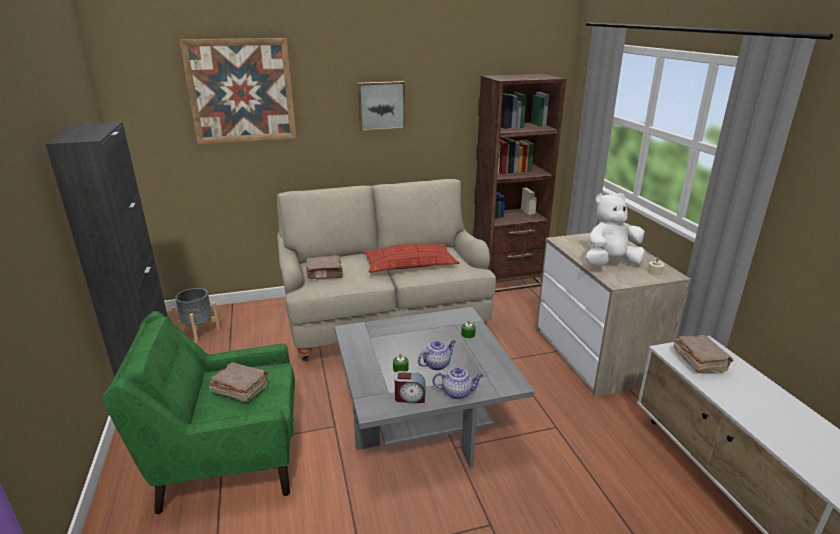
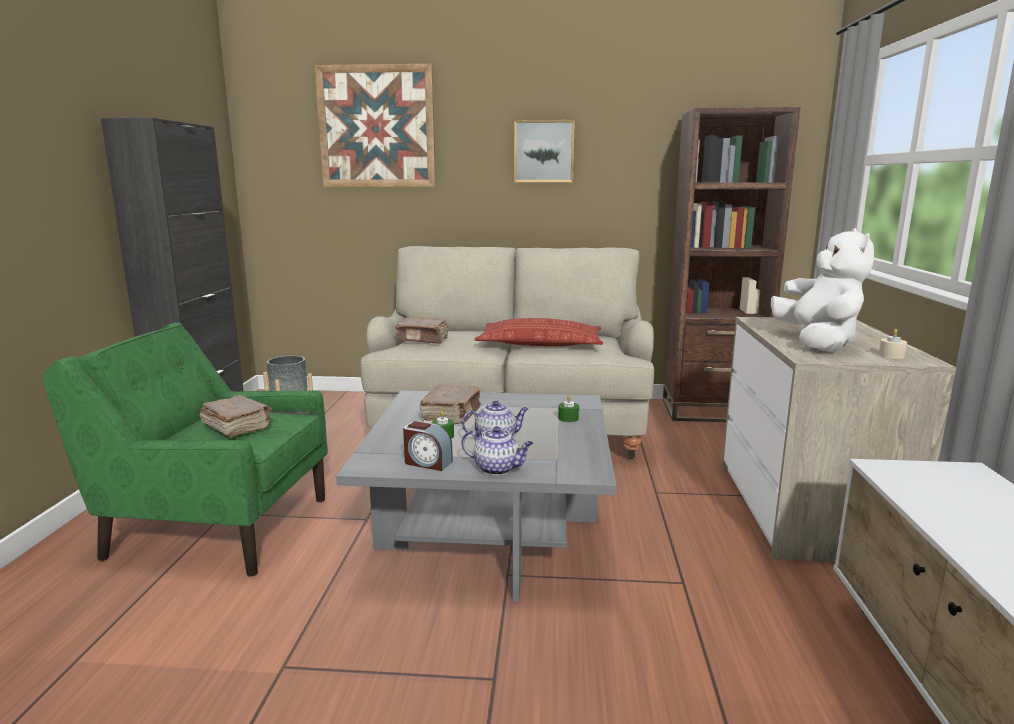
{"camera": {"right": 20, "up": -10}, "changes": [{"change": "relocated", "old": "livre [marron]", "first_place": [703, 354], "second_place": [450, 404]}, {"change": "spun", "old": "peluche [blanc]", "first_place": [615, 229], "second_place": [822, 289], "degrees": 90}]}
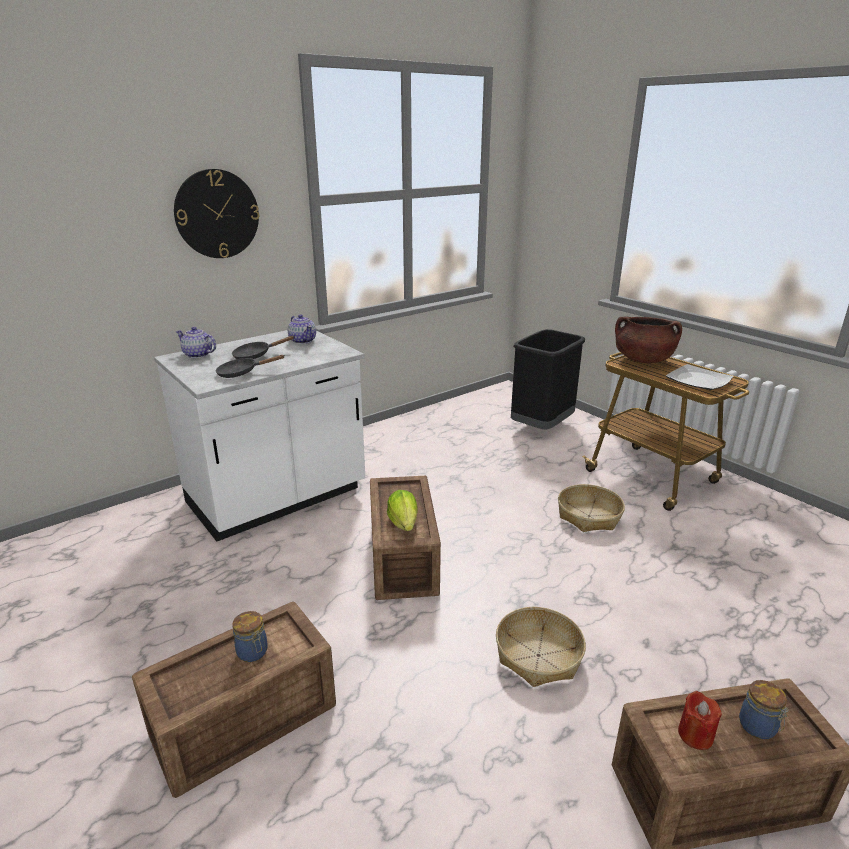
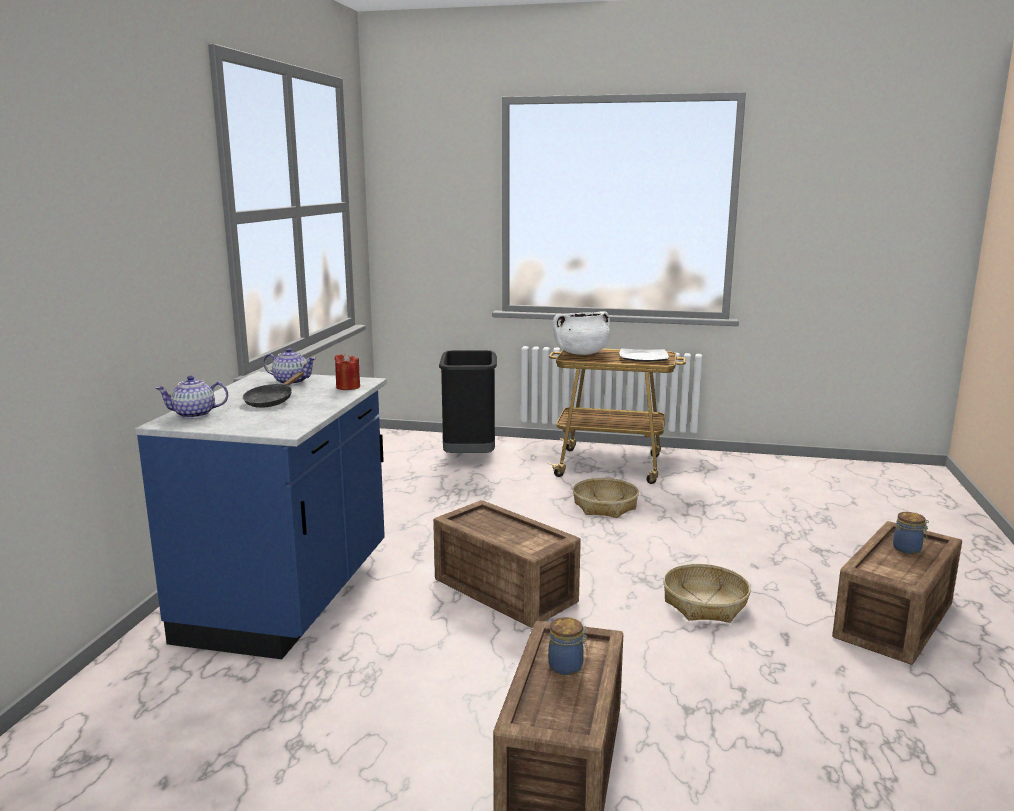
{"camera": {"right": -40, "up": -10}, "changes": [{"change": "missing", "old": "horloge murale", "first_place": [216, 213]}, {"change": "missing", "old": "poêle [noir]", "first_place": [249, 366]}, {"change": "missing", "old": "laitue", "first_place": [402, 510]}, {"change": "relocated", "old": "bougie [rouge]", "first_place": [700, 720], "second_place": [347, 371]}, {"change": "colour", "old": "comptoir de cuisine [blanc]", "new": "comptoir de cuisine [bleu]", "first_place": [259, 436], "second_place": [261, 515]}, {"change": "colour", "old": "marmite [marron]", "new": "marmite [blanc]", "first_place": [648, 340], "second_place": [581, 333]}]}
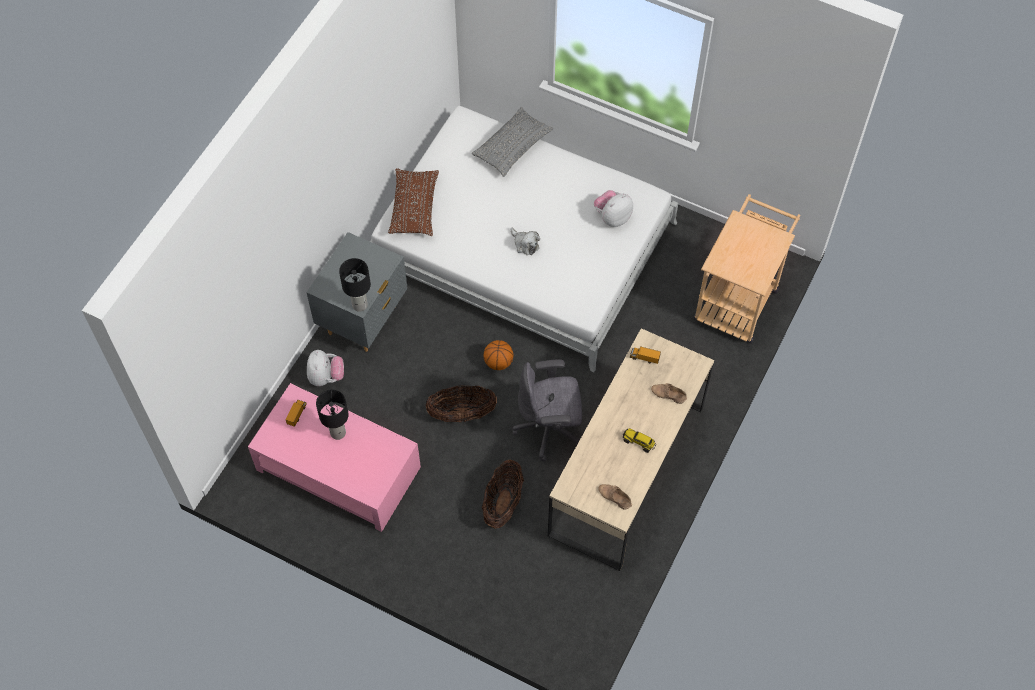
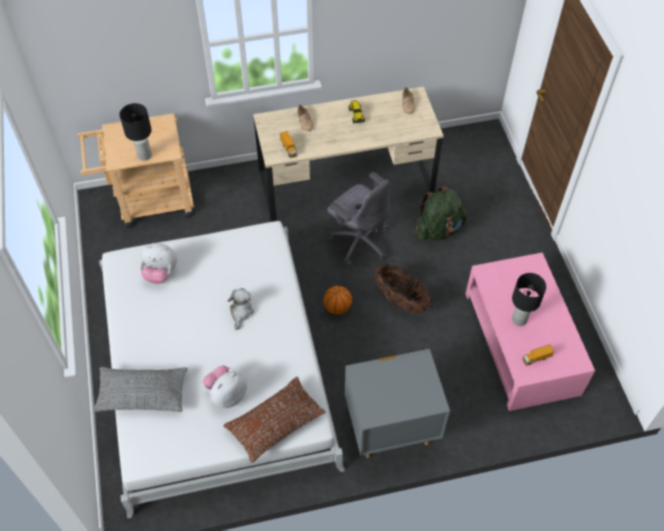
{"camera": {"right": -130, "up": -5}, "changes": [{"change": "relocated", "old": "peluche", "first_place": [325, 368], "second_place": [225, 386]}, {"change": "relocated", "old": "lampe de table [noir]", "first_place": [355, 285], "second_place": [136, 132]}, {"change": "exchanged", "old": "panier", "new": "sac à dos [vert]", "first_place": [503, 494], "second_place": [440, 213]}]}
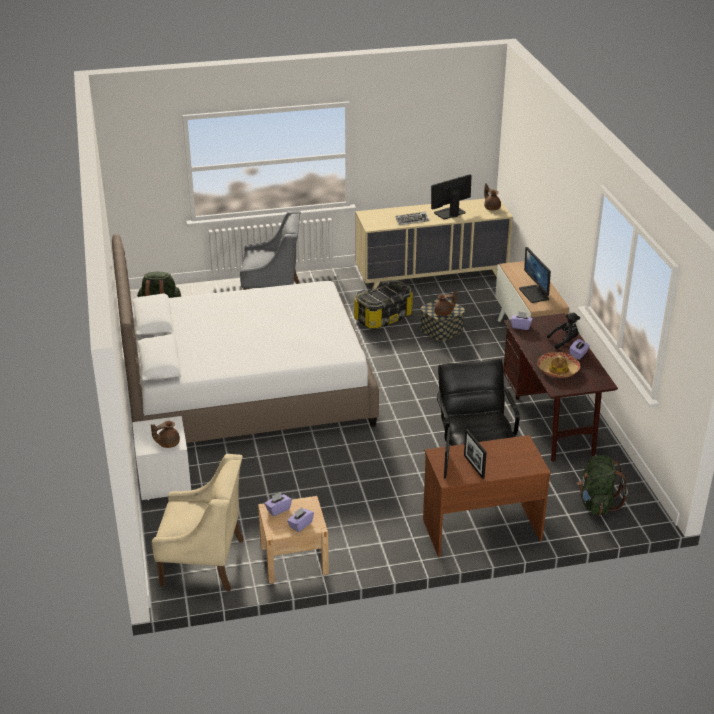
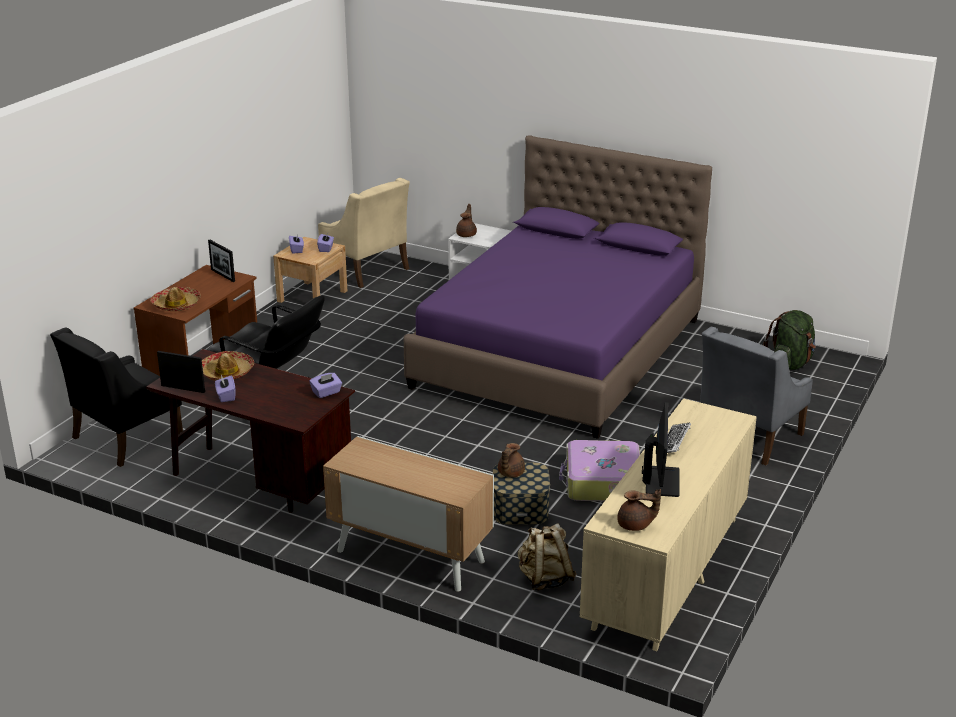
{"camera": {"right": 130, "up": -5}, "changes": [{"change": "missing", "old": "écran d'ordinateur", "first_place": [535, 275]}, {"change": "missing", "old": "peluche [noir]", "first_place": [563, 331]}, {"change": "appeared", "new": "chapeau", "second_place": [175, 299]}, {"change": "appeared", "new": "sac à dos [beige]", "second_place": [547, 557]}, {"change": "relocated", "old": "cadre photo", "first_place": [475, 454], "second_place": [181, 372]}, {"change": "exchanged", "old": "boîte de rangement", "new": "valise", "first_place": [383, 304], "second_place": [599, 470]}, {"change": "exchanged", "old": "sac à dos [vert]", "new": "fauteuil [noir]", "first_place": [602, 485], "second_place": [116, 397]}, {"change": "colour", "old": "lit [blanc]", "new": "lit [violet]", "first_place": [245, 338], "second_place": [558, 287]}, {"change": "spun", "old": "fauteuil [beige]", "first_place": [198, 522], "second_place": [364, 233], "degrees": -90}]}
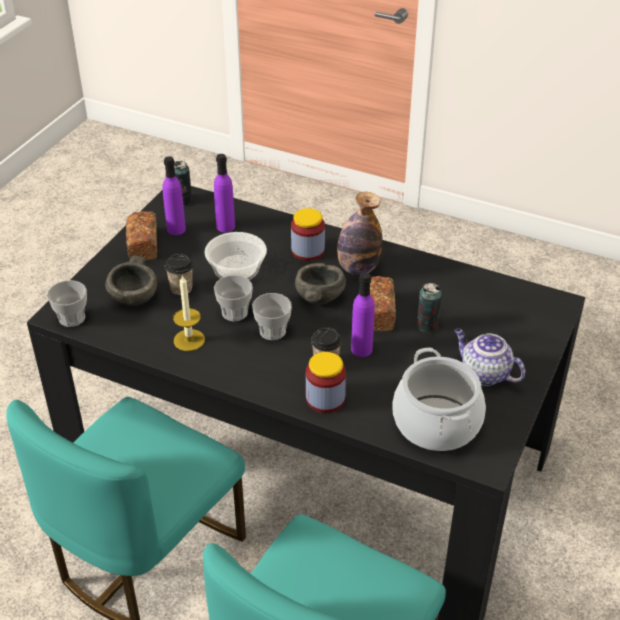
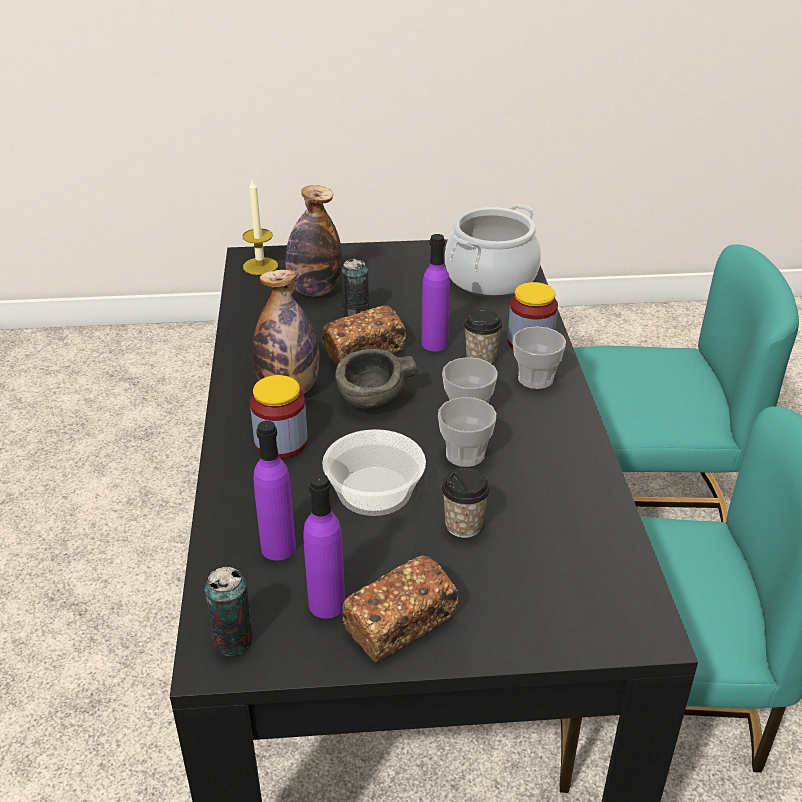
{"camera": {"right": -120, "up": -5}, "changes": [{"change": "missing", "old": "bol [gris]", "first_place": [131, 281]}, {"change": "missing", "old": "théière", "first_place": [489, 357]}, {"change": "appeared", "new": "bouteille", "second_place": [313, 240]}, {"change": "relocated", "old": "tasse", "first_place": [67, 303], "second_place": [539, 358]}, {"change": "relocated", "old": "bougie", "first_place": [189, 312], "second_place": [260, 226]}]}
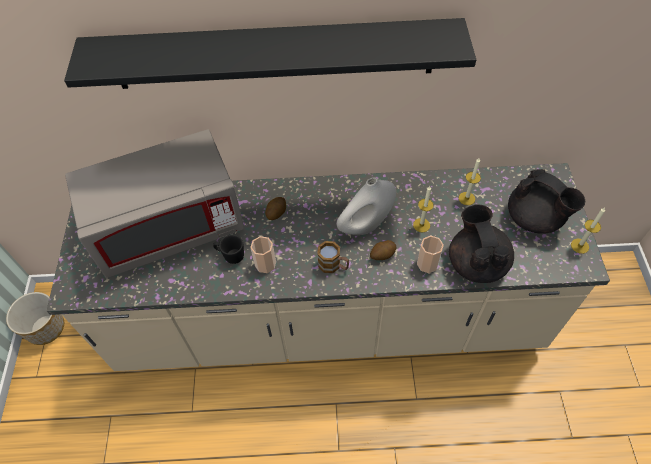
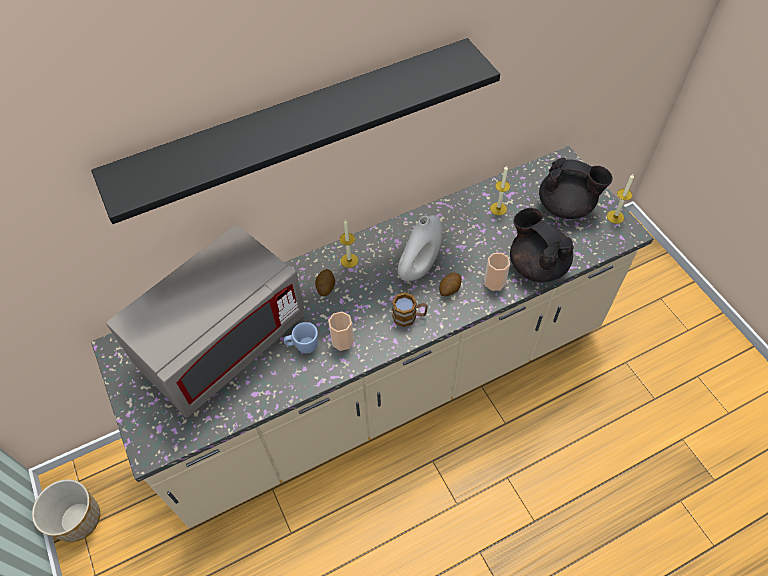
{"camera": {"right": -25, "up": 0}, "changes": [{"change": "relocated", "old": "bougie", "first_place": [423, 209], "second_place": [349, 243]}, {"change": "colour", "old": "mug [noir]", "new": "mug [bleu]", "first_place": [228, 249], "second_place": [301, 338]}]}
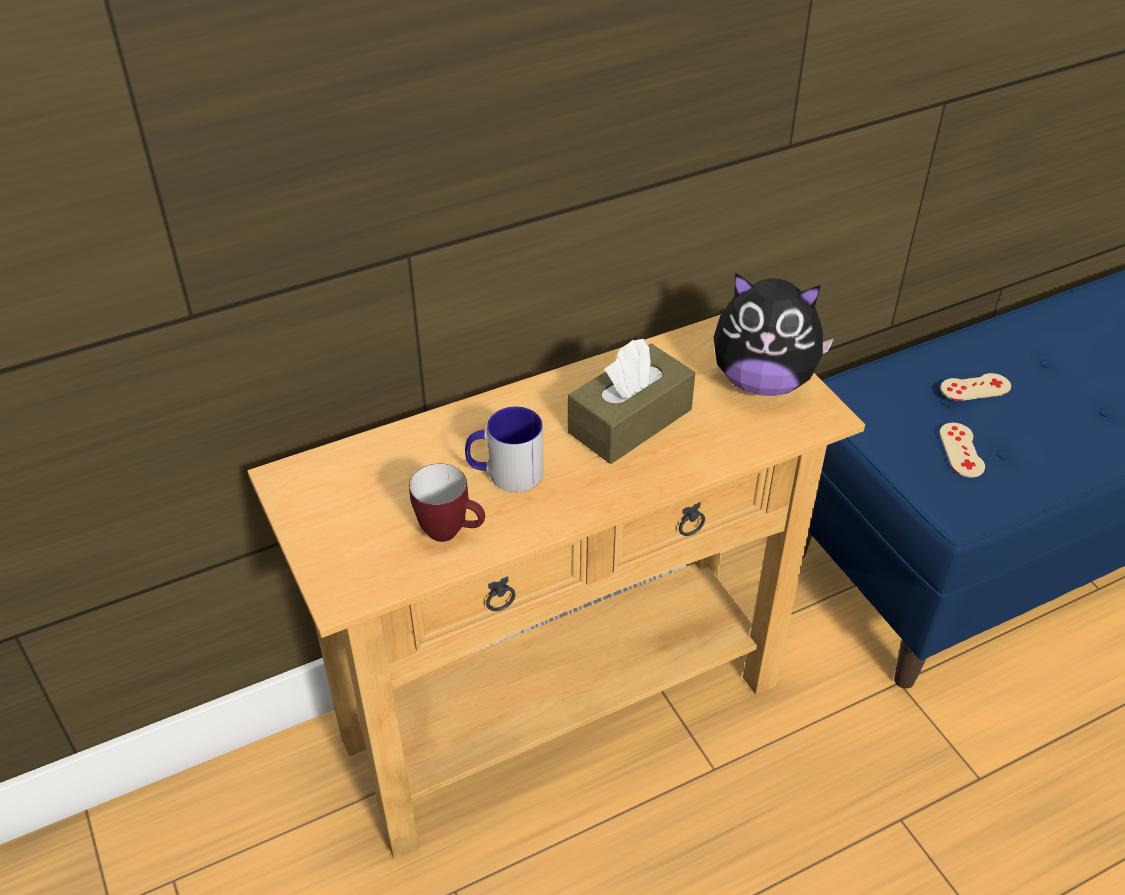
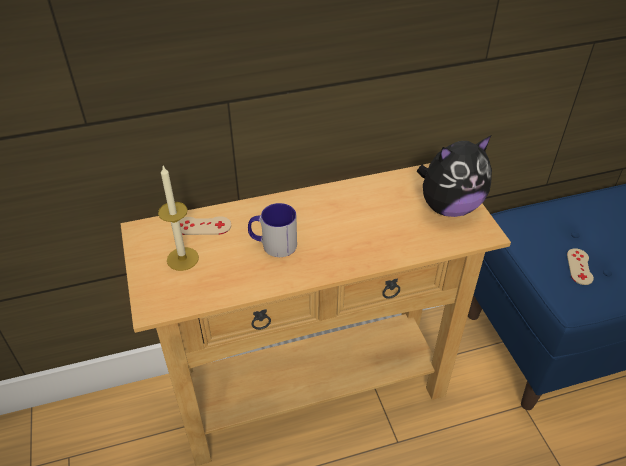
{"camera": {"right": 10, "up": 0}, "changes": [{"change": "missing", "old": "mug", "first_place": [447, 502]}, {"change": "missing", "old": "boîte à mouchoirs [marron]", "first_place": [631, 401]}, {"change": "appeared", "new": "bougie", "second_place": [178, 218]}, {"change": "relocated", "old": "manette [beige]", "first_place": [976, 387], "second_place": [205, 225]}, {"change": "spun", "old": "peluche", "first_place": [773, 334], "second_place": [454, 176], "degrees": -45}]}
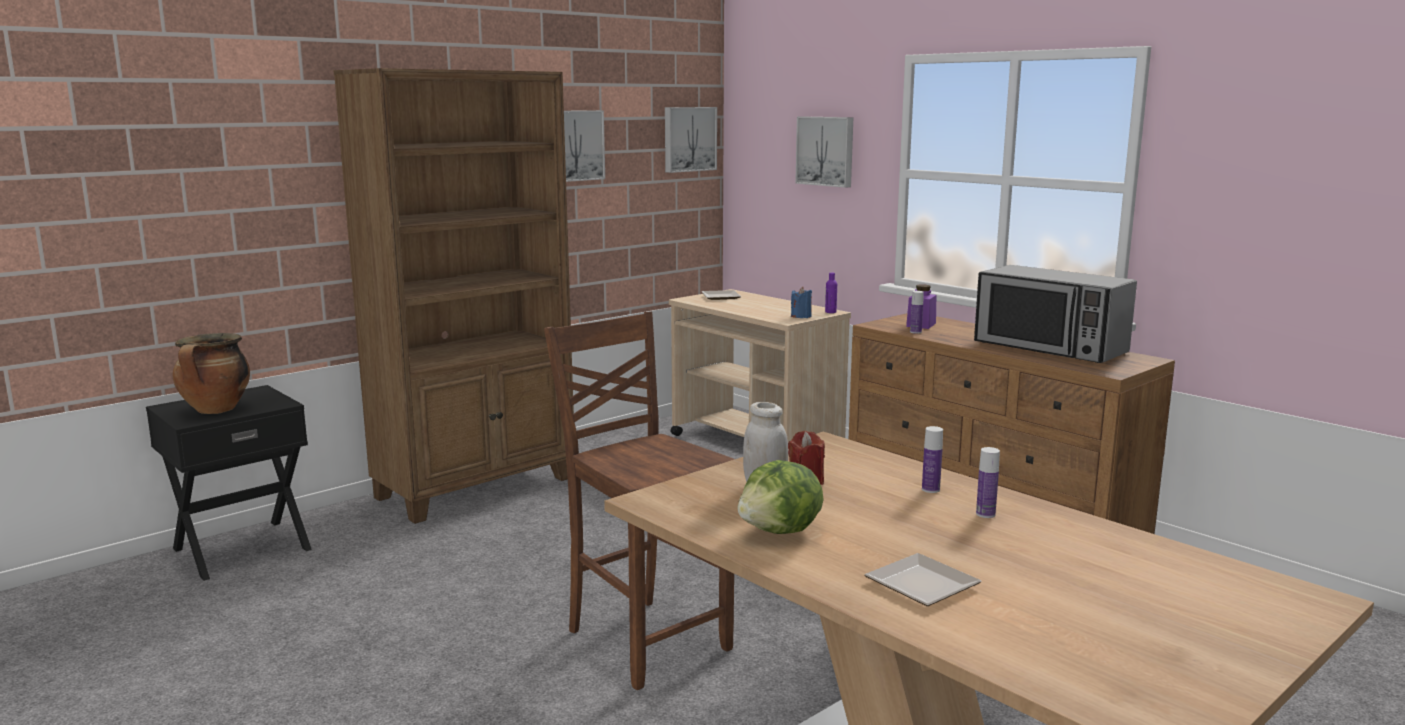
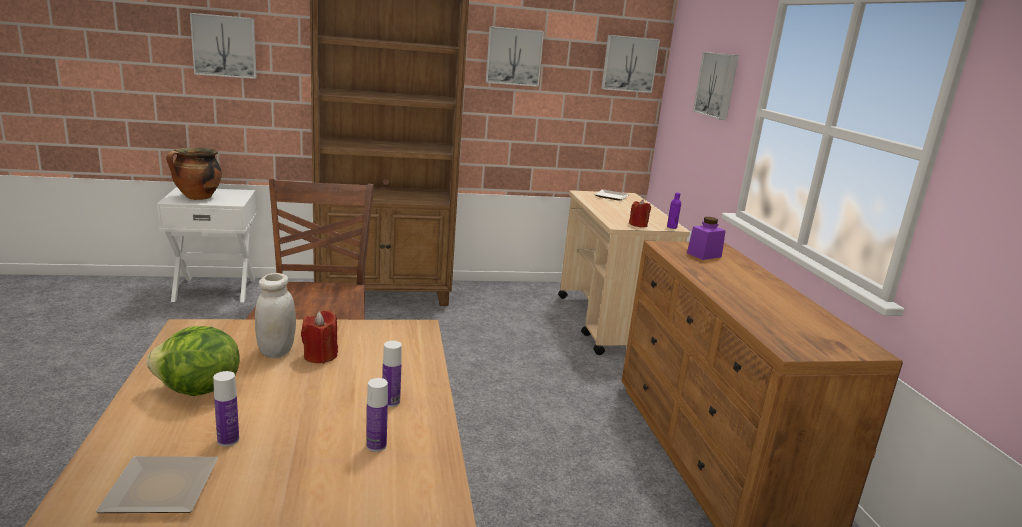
{"camera": {"right": 30, "up": 5}, "changes": [{"change": "missing", "old": "micro-ondes", "first_place": [1055, 314]}, {"change": "appeared", "new": "tableau", "second_place": [223, 46]}, {"change": "relocated", "old": "bouteille", "first_place": [917, 312], "second_place": [226, 408]}, {"change": "colour", "old": "table de chevet [noir]", "new": "table de chevet [blanc]", "first_place": [229, 483], "second_place": [207, 244]}, {"change": "colour", "old": "bougie [bleu]", "new": "bougie [rouge]", "first_place": [801, 302], "second_place": [640, 213]}]}
